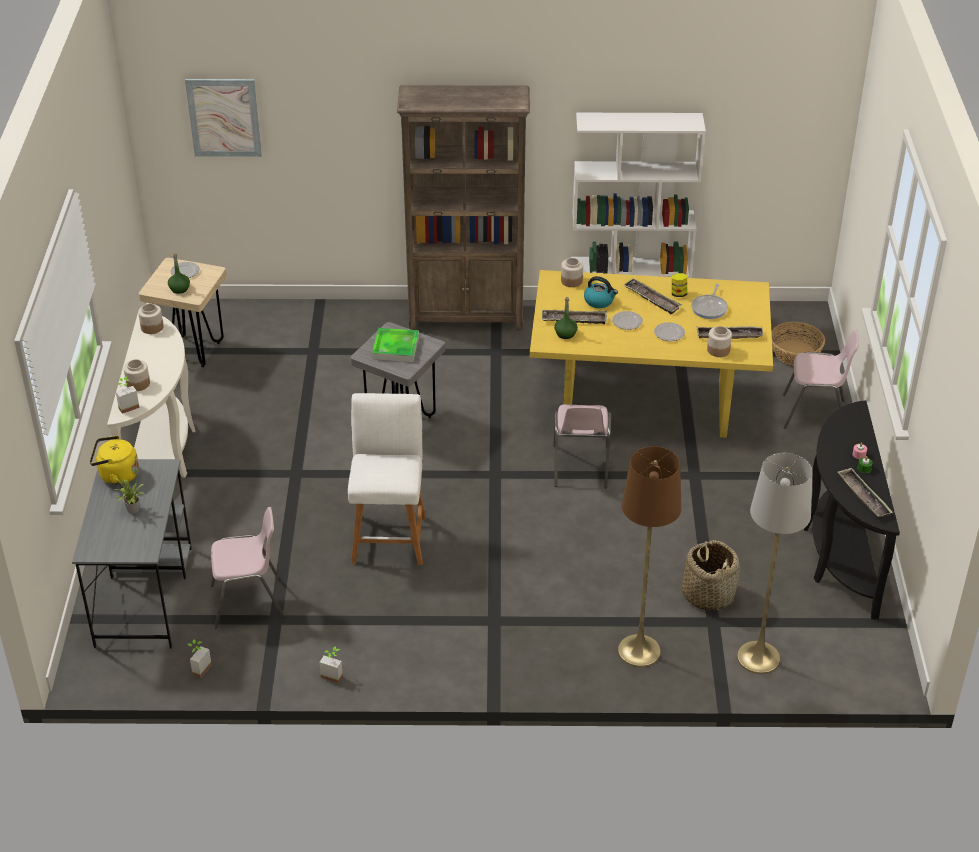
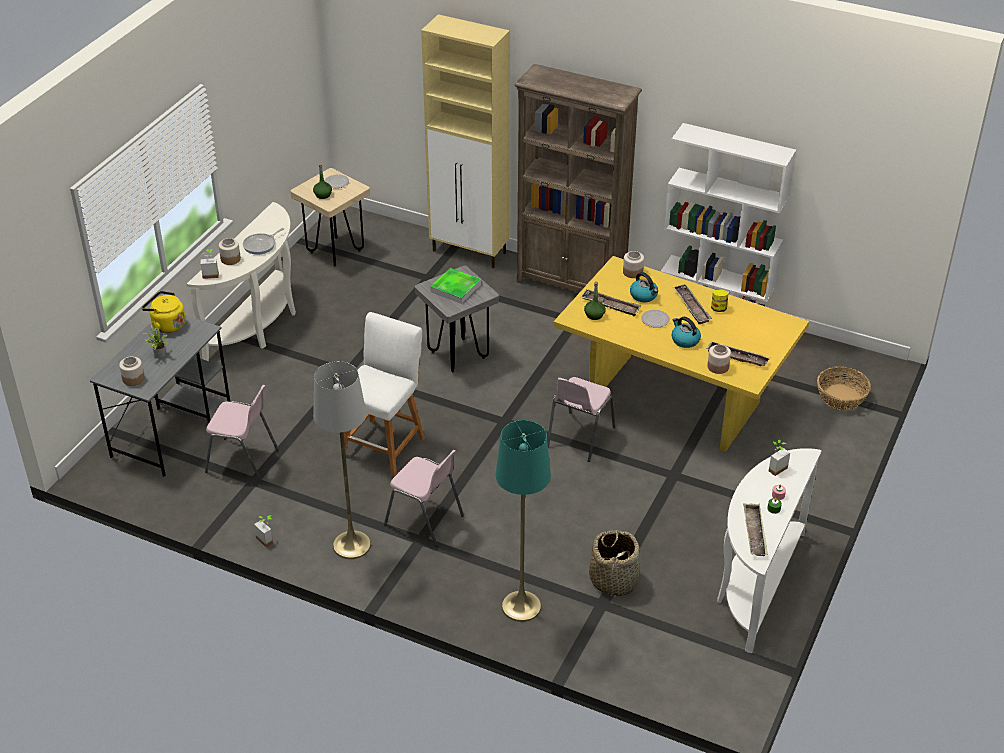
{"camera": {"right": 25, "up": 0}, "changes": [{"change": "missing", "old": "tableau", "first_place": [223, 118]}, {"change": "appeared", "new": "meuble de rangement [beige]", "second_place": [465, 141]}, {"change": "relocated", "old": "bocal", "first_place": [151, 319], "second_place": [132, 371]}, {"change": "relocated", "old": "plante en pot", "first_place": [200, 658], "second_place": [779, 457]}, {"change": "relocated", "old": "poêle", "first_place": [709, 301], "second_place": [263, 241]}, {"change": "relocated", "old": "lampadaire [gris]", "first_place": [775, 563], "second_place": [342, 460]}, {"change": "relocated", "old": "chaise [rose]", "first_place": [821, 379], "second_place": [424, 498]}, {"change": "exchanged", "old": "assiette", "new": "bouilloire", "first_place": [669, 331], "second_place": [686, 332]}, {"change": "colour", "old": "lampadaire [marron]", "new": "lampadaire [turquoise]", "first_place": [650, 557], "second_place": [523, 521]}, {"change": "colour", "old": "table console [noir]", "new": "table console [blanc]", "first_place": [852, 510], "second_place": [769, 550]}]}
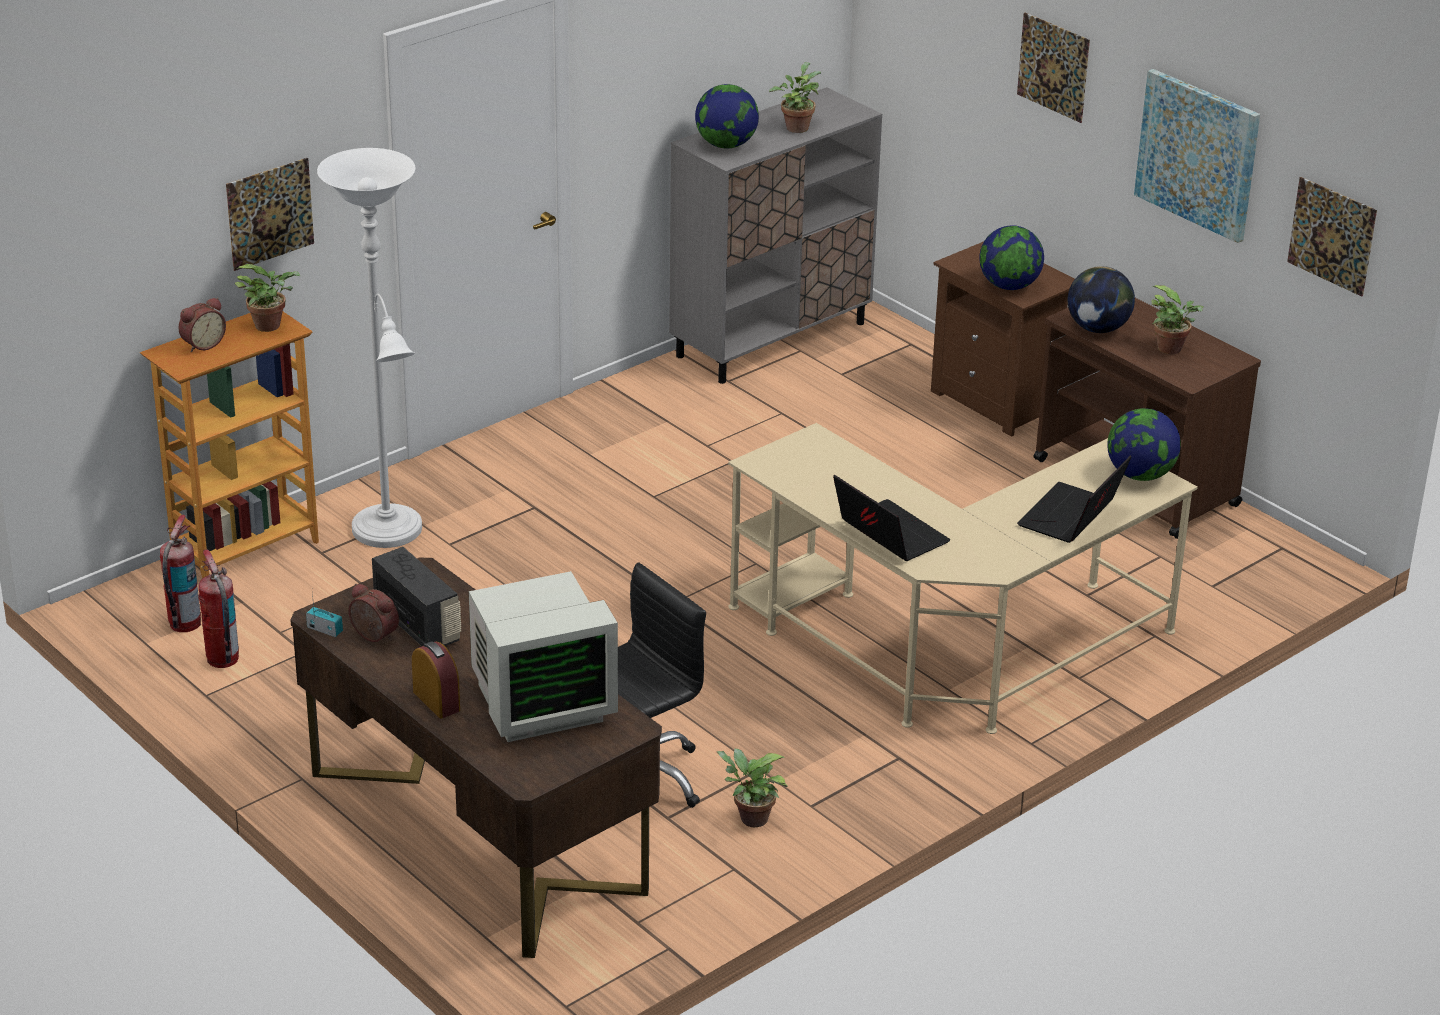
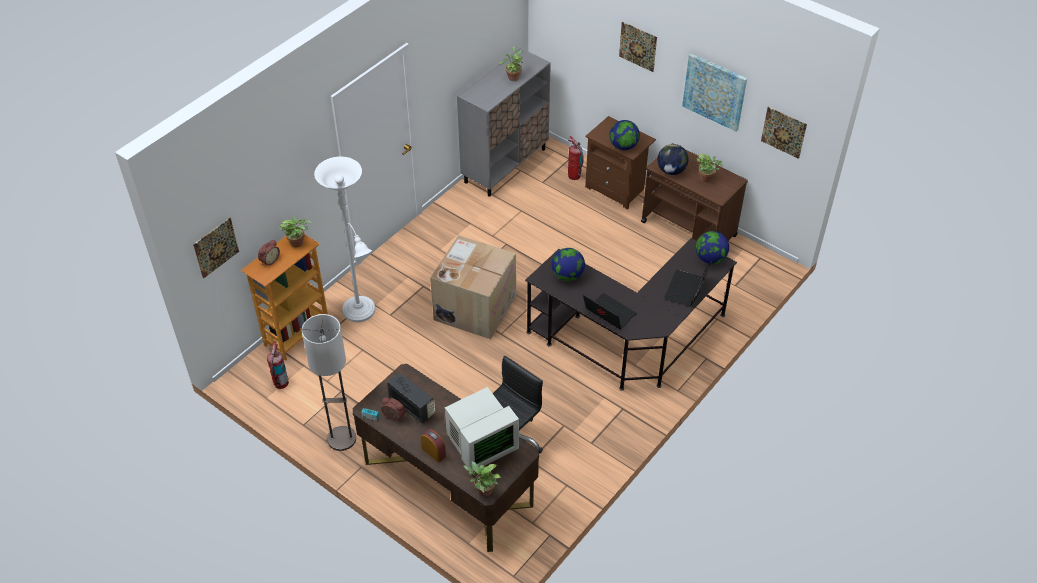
{"camera": {"right": -10, "up": 15}, "changes": [{"change": "appeared", "new": "lampadaire", "second_place": [329, 382]}, {"change": "appeared", "new": "carton", "second_place": [473, 287]}, {"change": "relocated", "old": "extincteur", "first_place": [218, 608], "second_place": [576, 158]}, {"change": "relocated", "old": "tableau", "first_place": [270, 214], "second_place": [216, 248]}, {"change": "relocated", "old": "globe", "first_place": [727, 116], "second_place": [568, 264]}, {"change": "relocated", "old": "plante en pot", "first_place": [752, 788], "second_place": [482, 478]}, {"change": "colour", "old": "bureau [beige]", "new": "bureau [noir]", "first_place": [963, 578], "second_place": [631, 314]}]}
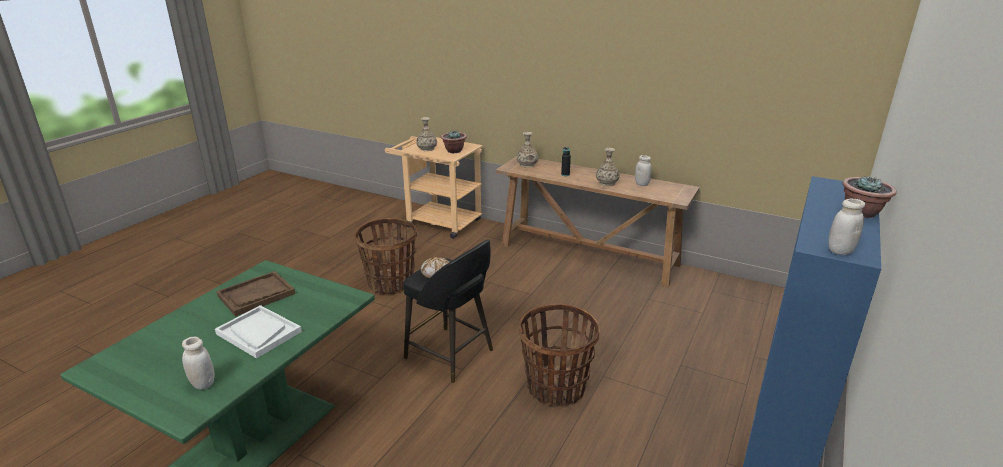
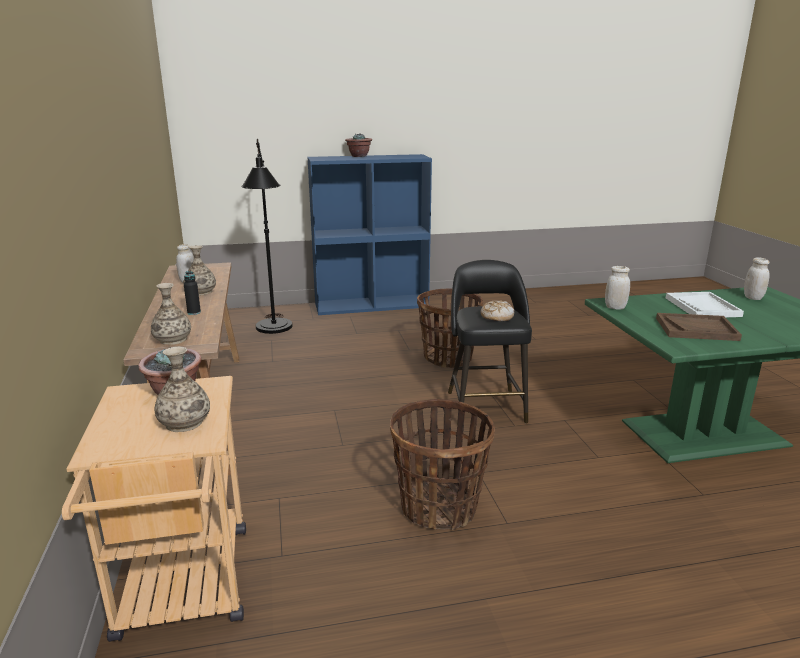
{"camera": {"right": -130, "up": -5}, "changes": [{"change": "appeared", "new": "lampadaire [noir]", "second_place": [266, 236]}, {"change": "relocated", "old": "bocal [blanc]", "first_place": [847, 227], "second_place": [617, 288]}]}
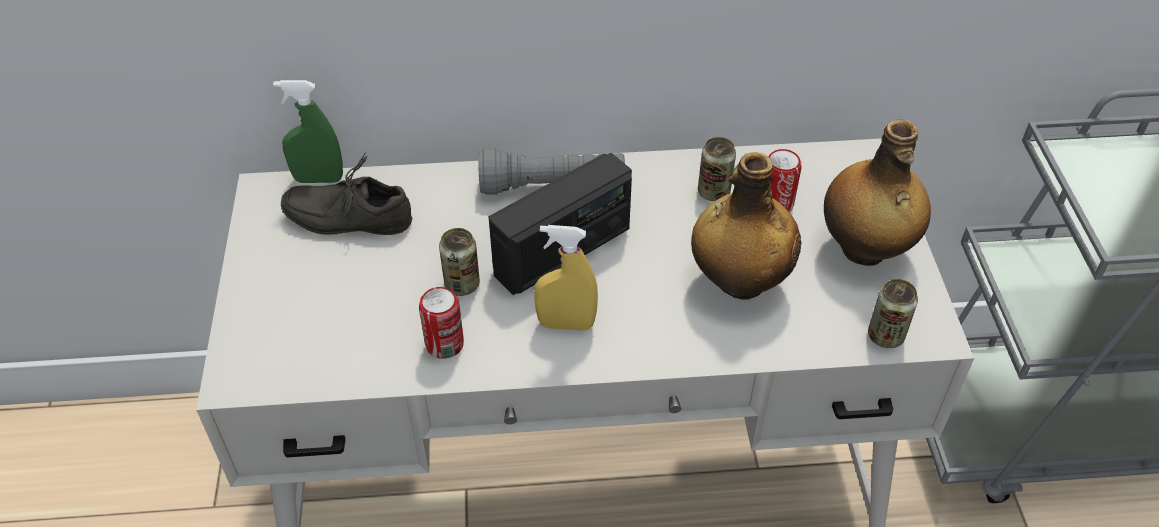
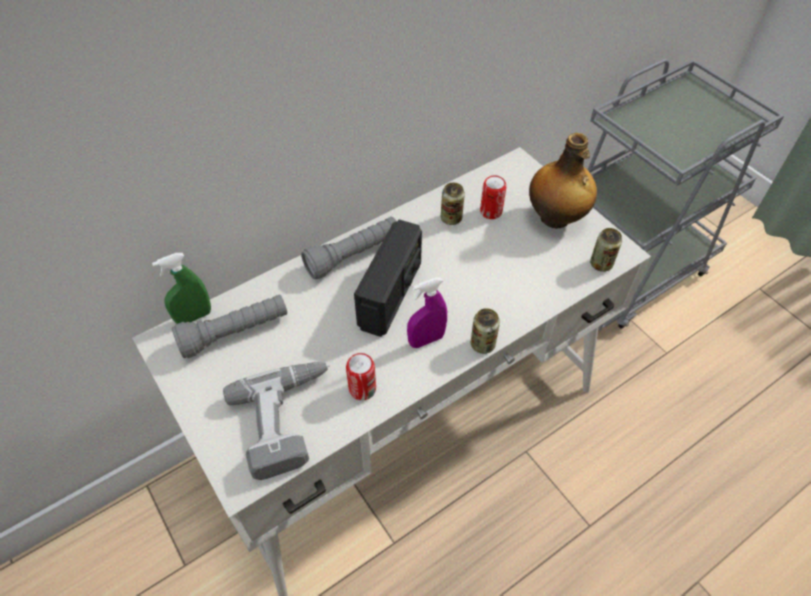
{"camera": {"right": -30, "up": 5}, "changes": [{"change": "missing", "old": "bouteille", "first_place": [746, 226]}, {"change": "appeared", "new": "perceuse", "second_place": [276, 421]}, {"change": "relocated", "old": "boîte métallique", "first_place": [459, 262], "second_place": [485, 331]}, {"change": "exchanged", "old": "chaussure [gris]", "new": "lampe de poche [gris]", "first_place": [346, 193], "second_place": [229, 326]}, {"change": "colour", "old": "vaporisateur [jaune]", "new": "vaporisateur [violet]", "first_place": [566, 278], "second_place": [427, 312]}]}
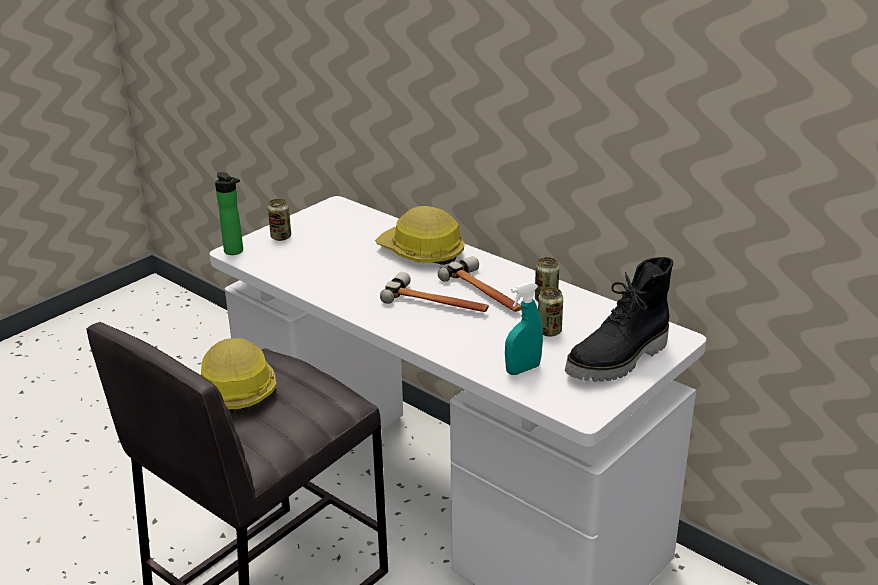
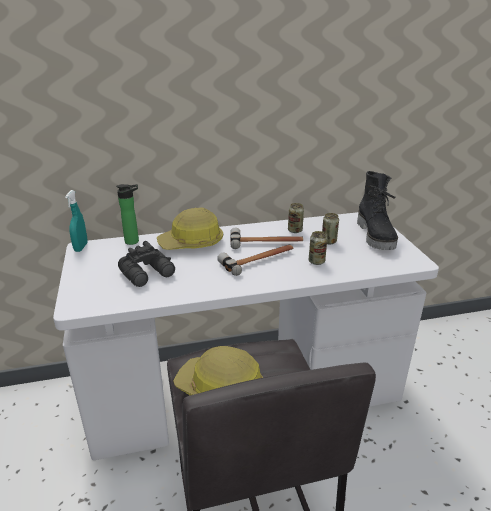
{"camera": {"right": -55, "up": 0}, "changes": [{"change": "appeared", "new": "jumelles [noir]", "second_place": [146, 264]}, {"change": "relocated", "old": "bouteille", "first_place": [229, 213], "second_place": [127, 214]}, {"change": "relocated", "old": "boîte métallique", "first_place": [279, 220], "second_place": [318, 248]}, {"change": "relocated", "old": "vaporisateur [turquoise]", "first_place": [524, 328], "second_place": [76, 221]}]}
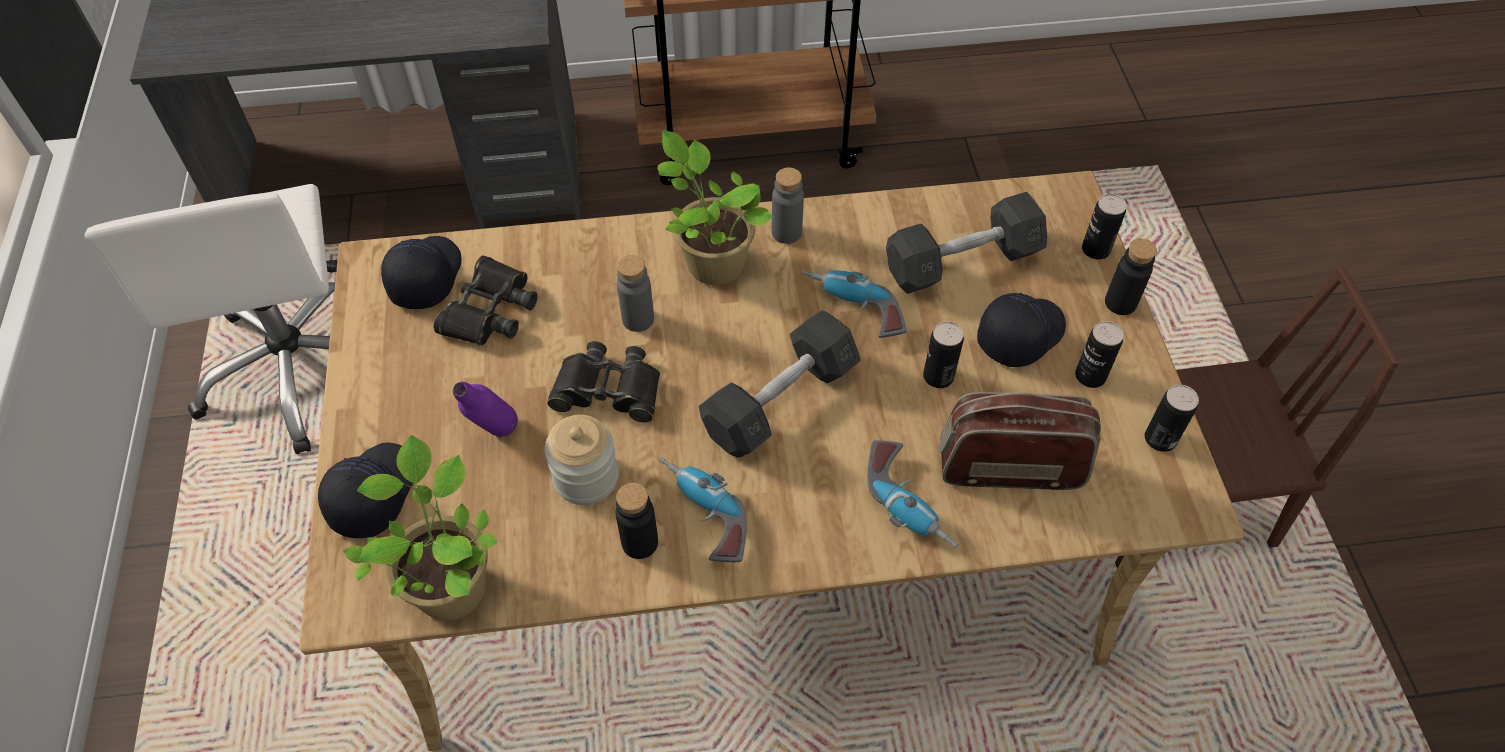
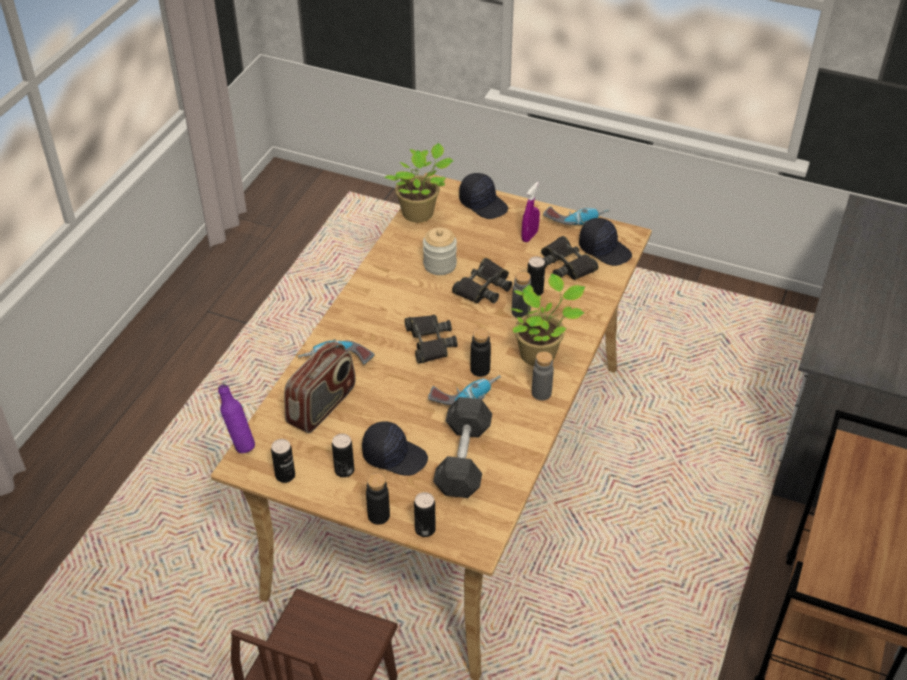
{"camera": {"right": 120, "up": -10}, "changes": [{"change": "missing", "old": "chaise de bureau [blanc]", "first_place": [210, 319]}, {"change": "appeared", "new": "vaporisateur [violet]", "second_place": [530, 212]}, {"change": "relocated", "old": "bouteille [violet]", "first_place": [485, 409], "second_place": [236, 418]}, {"change": "relocated", "old": "bouteille [noir]", "first_place": [637, 521], "second_place": [480, 352]}, {"change": "relocated", "old": "perceuse", "first_place": [703, 509], "second_place": [576, 215]}, {"change": "relocated", "old": "boîte métallique", "first_place": [943, 354], "second_place": [536, 276]}, {"change": "exchanged", "old": "haltère [gris]", "new": "jumelles [noir]", "first_place": [780, 384], "second_place": [431, 339]}, {"change": "spun", "old": "casquette [noir]", "first_place": [1021, 330], "second_place": [395, 448], "degrees": -60}]}
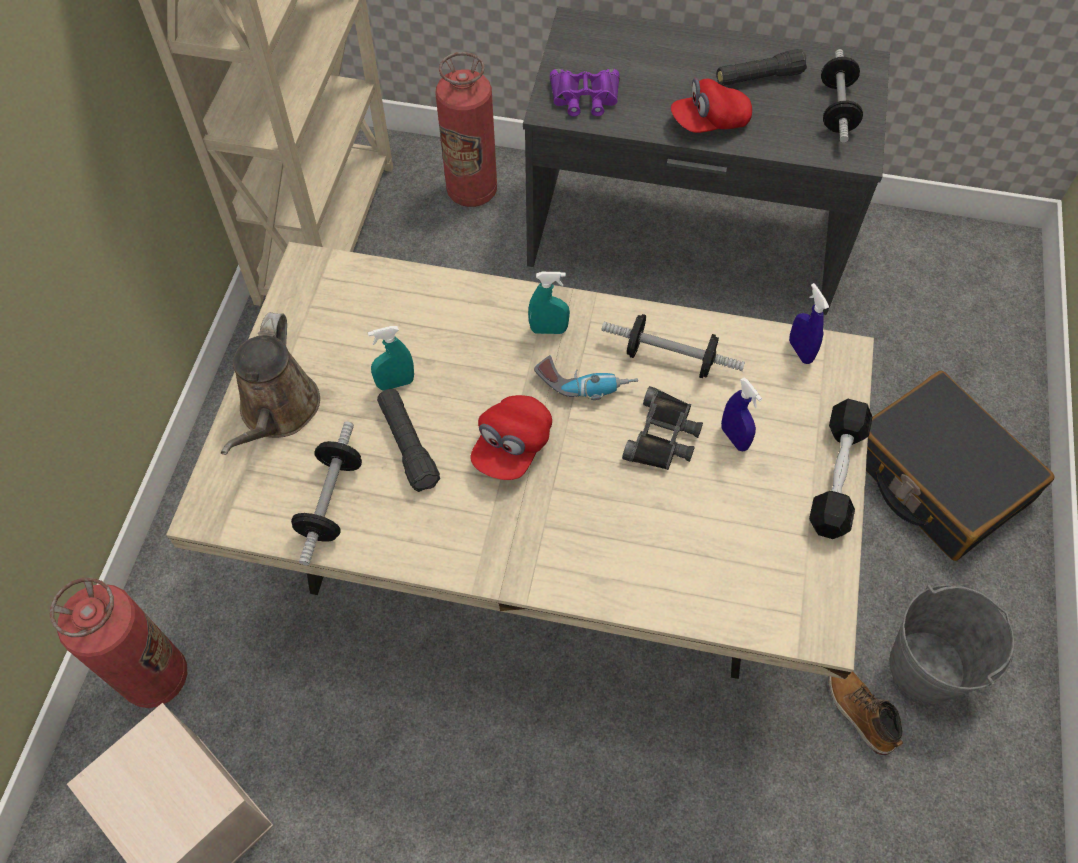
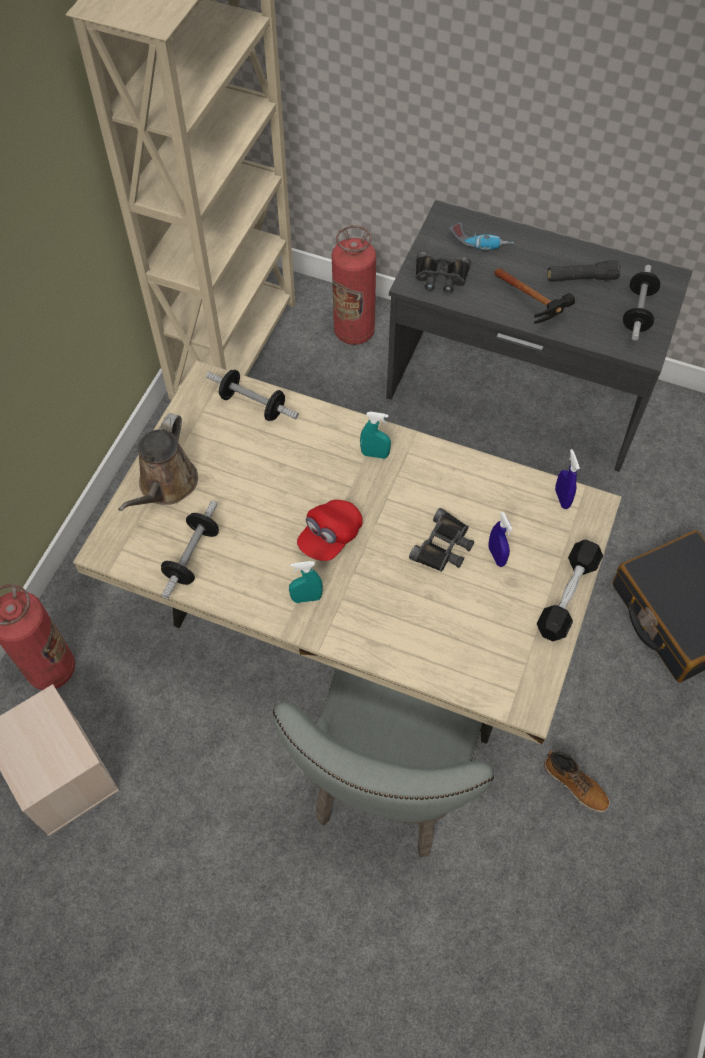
{"camera": {"right": 10, "up": 0}, "changes": [{"change": "missing", "old": "lampe de poche [noir]", "first_place": [408, 440]}, {"change": "missing", "old": "seau [gris]", "first_place": [951, 644]}, {"change": "appeared", "new": "chaise [gris]", "second_place": [383, 762]}, {"change": "relocated", "old": "vaporisateur [turquoise]", "first_place": [391, 358], "second_place": [306, 582]}, {"change": "relocated", "old": "perceuse", "first_place": [586, 377], "second_place": [481, 237]}, {"change": "relocated", "old": "haltère", "first_place": [673, 346], "second_place": [252, 395]}, {"change": "exchanged", "old": "casquette [rouge]", "new": "marteau", "first_place": [711, 105], "second_place": [534, 296]}, {"change": "colour", "old": "jumelles [violet]", "new": "jumelles [noir]", "first_place": [585, 92], "second_place": [443, 272]}, {"change": "spun", "old": "botte", "first_place": [866, 713], "second_place": [577, 781], "degrees": 150}]}
